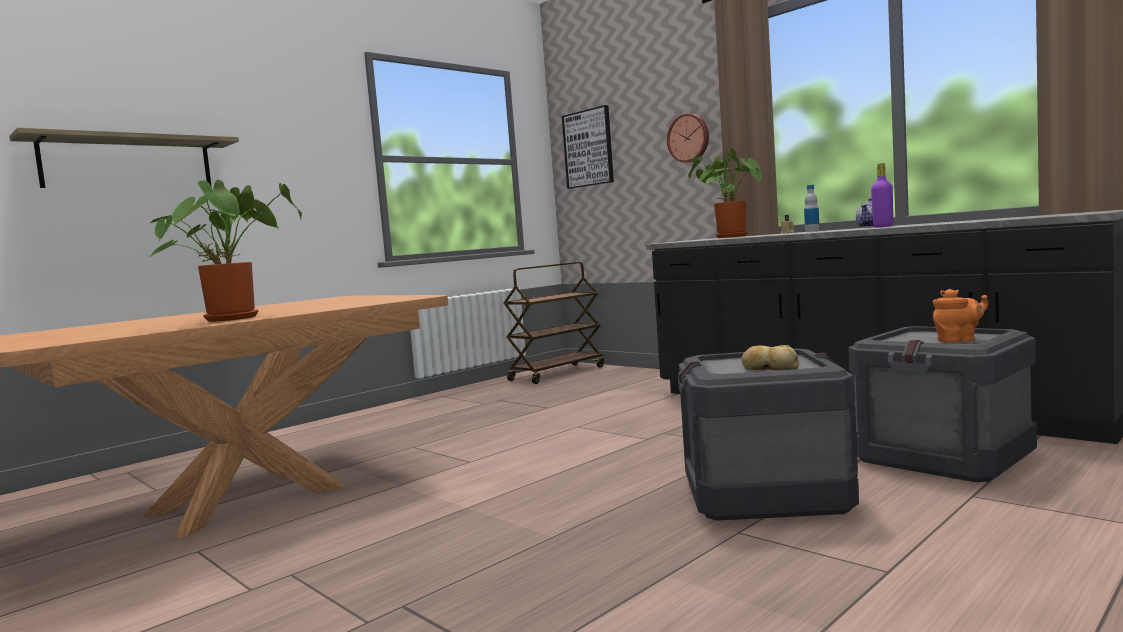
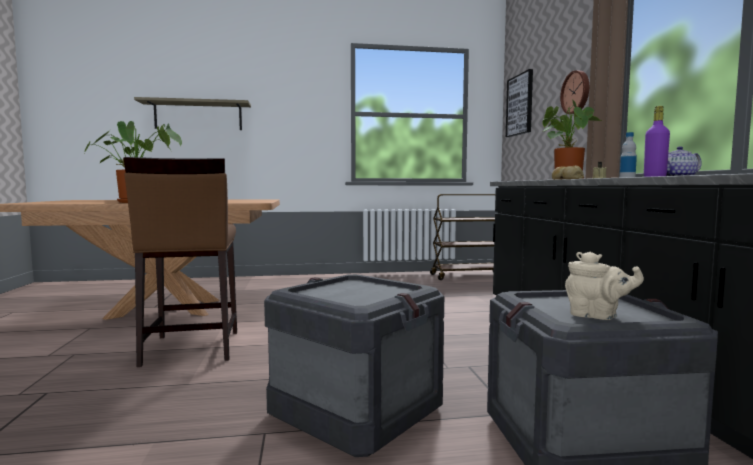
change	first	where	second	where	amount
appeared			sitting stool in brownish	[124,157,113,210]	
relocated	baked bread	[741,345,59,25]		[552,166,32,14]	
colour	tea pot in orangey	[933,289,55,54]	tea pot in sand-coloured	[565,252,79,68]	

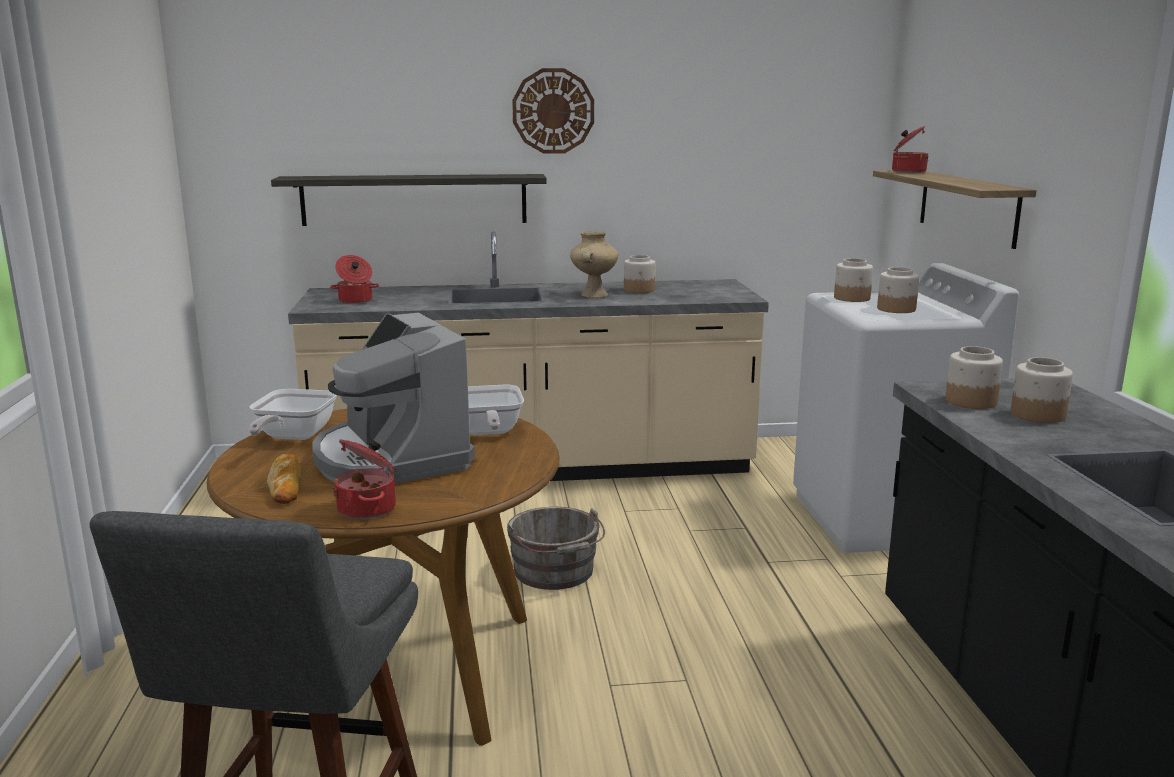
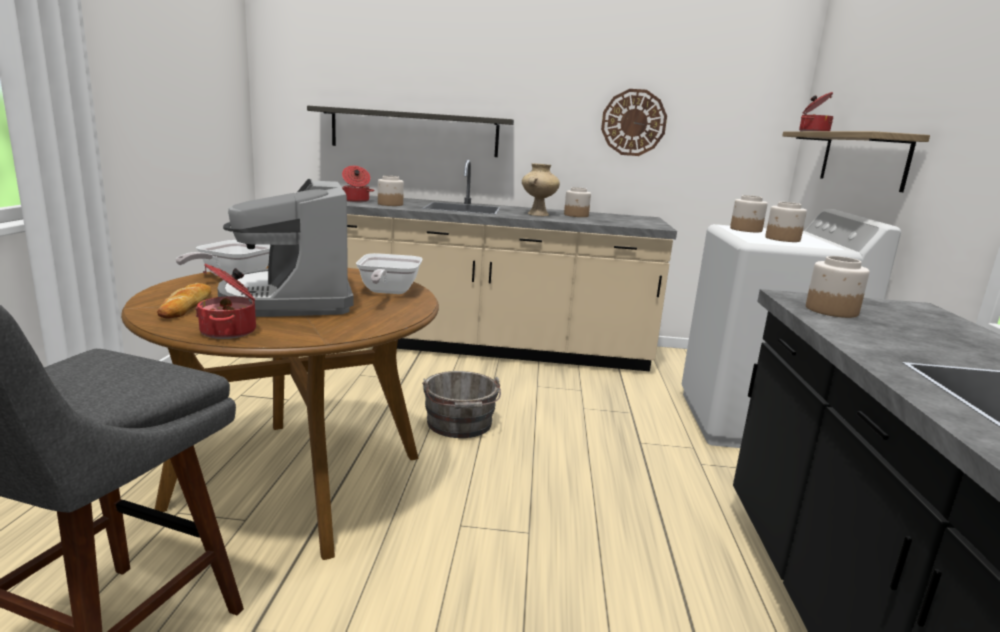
change	first	where	second	where	amount
relocated	wall clock	[512,68,82,86]		[601,89,66,67]	
relocated	jar	[1011,357,62,66]		[378,176,26,30]	

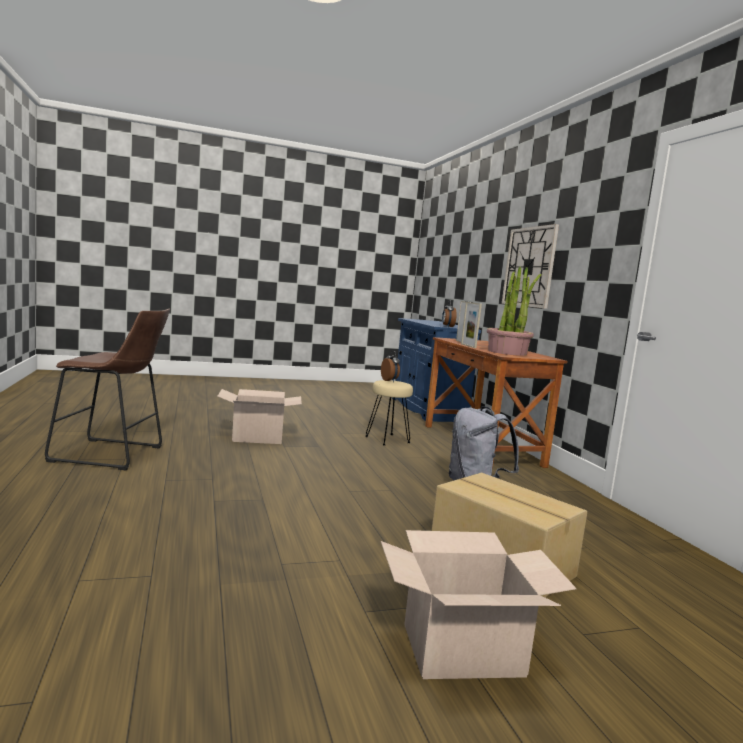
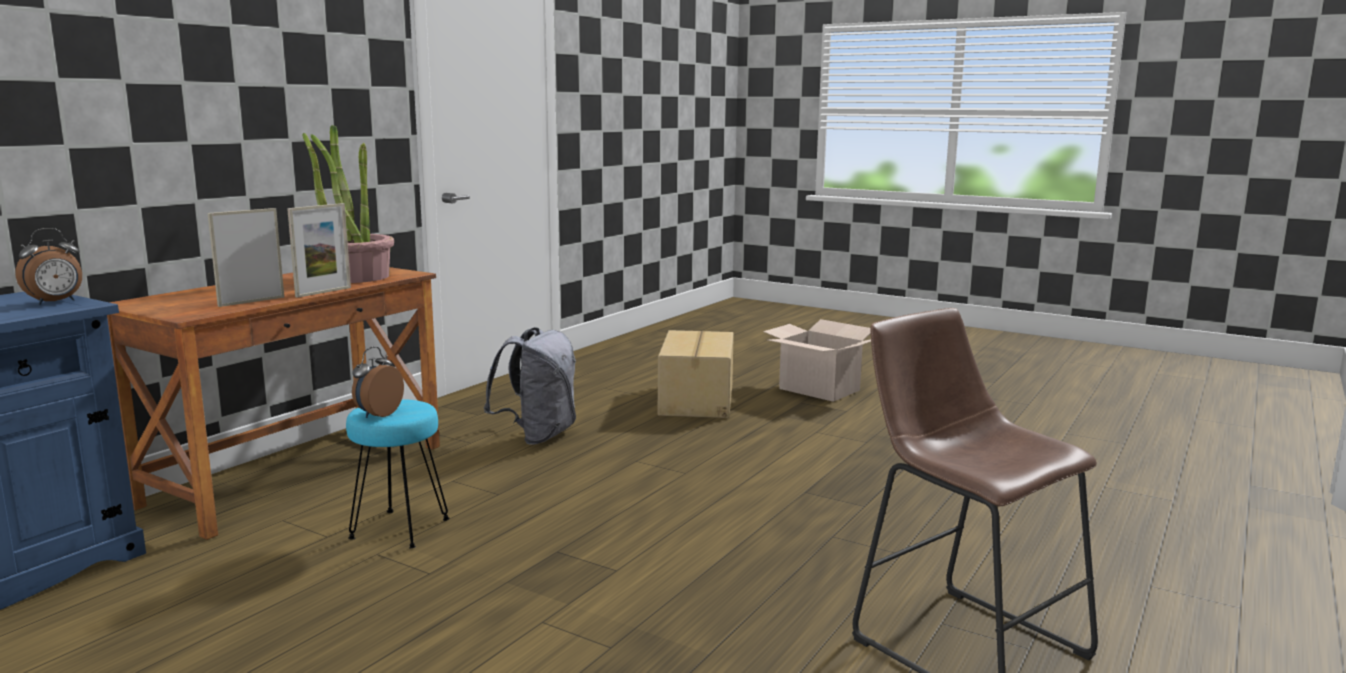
change	first	where	second	where	amount
missing	packing box	[218,389,84,55]			
missing	wall clock	[502,224,57,85]			
colour	sitting stool in sand-coloured	[365,380,48,66]	sitting stool in turquoise-coloured	[346,399,104,149]	

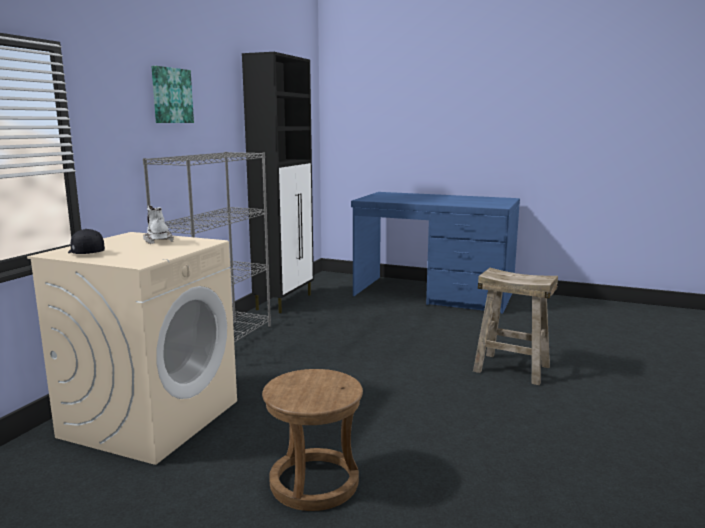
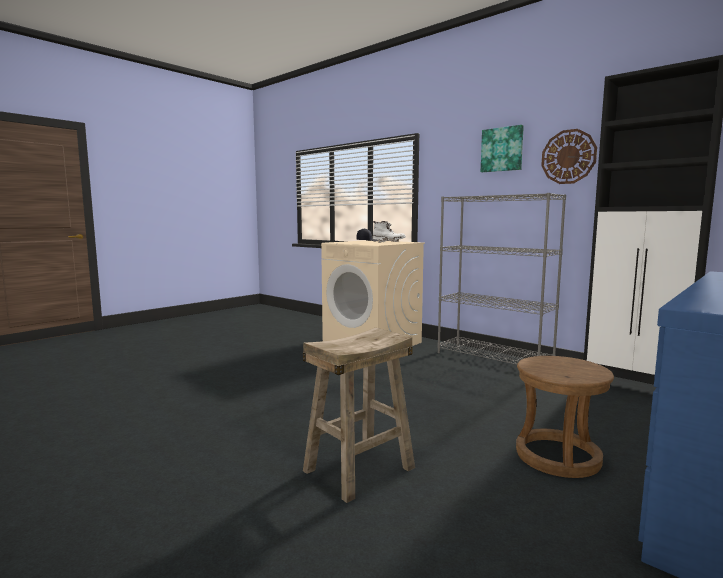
change	first	where	second	where	amount
appeared			wall clock	[541,129,56,55]	
relocated	sitting stool in brownish	[262,369,101,142]		[516,356,98,122]	

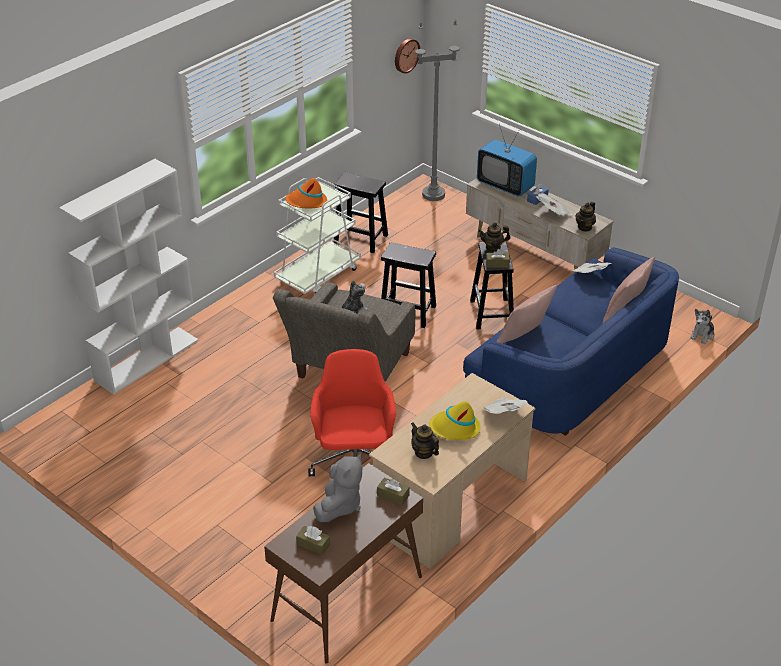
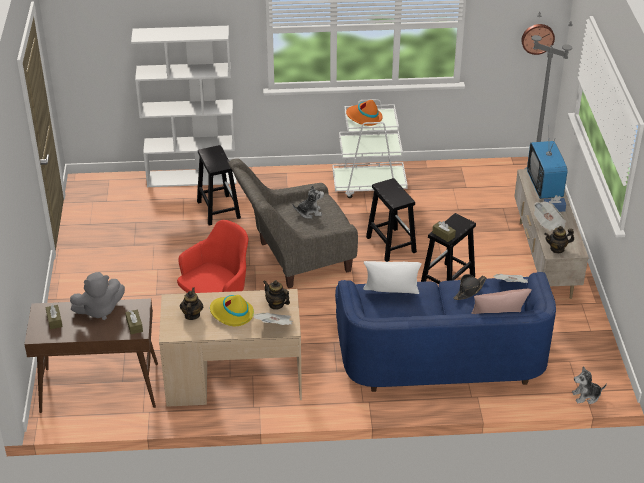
change	first	where	second	where	amount
appeared			clothing hat in black	[453,274,33,26]	
relocated	sitting stool in black	[334,172,54,81]		[197,145,44,80]	
relocated	tea pot	[478,222,32,30]		[263,280,27,30]	
colour	throw pillow in pink-coloured	[497,285,61,59]	throw pillow in white-coloured	[363,261,59,33]	

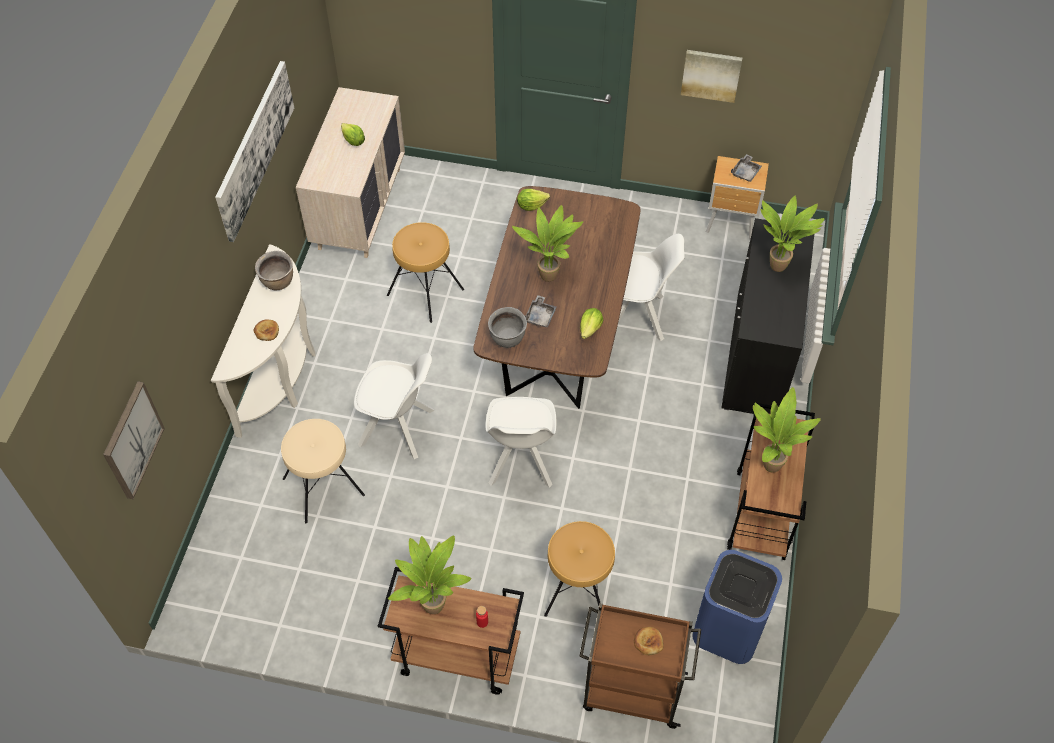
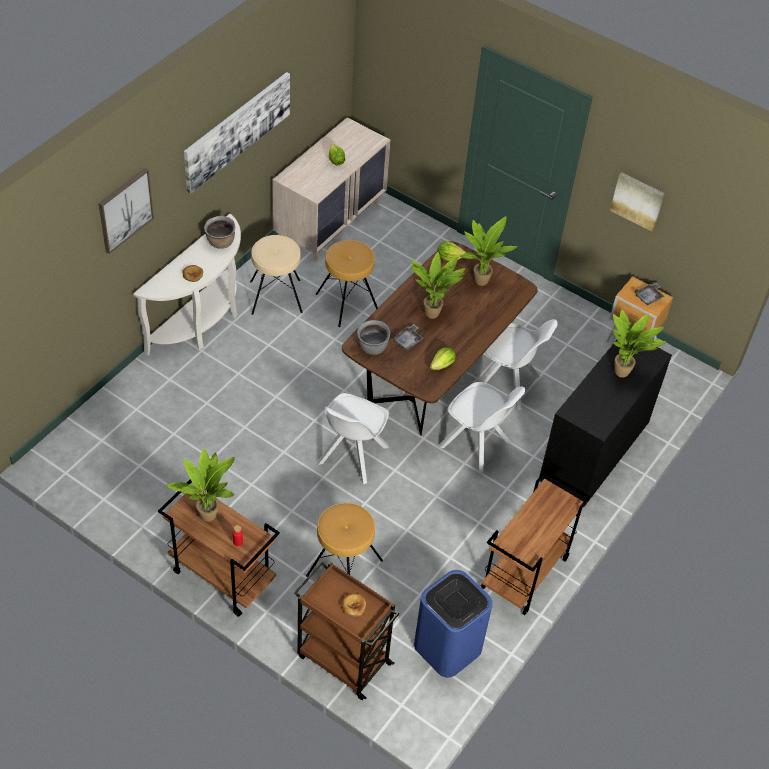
change	first	where	second	where	amount
relocated	wall art	[103,381,62,118]		[99,168,55,86]	
relocated	sitting stool in sand-coloured	[281,419,84,104]		[250,235,53,80]	
relocated	chair in white-coloured	[354,353,81,106]		[438,382,87,92]	
relocated	plant in a pot	[753,387,68,86]		[460,216,58,70]	

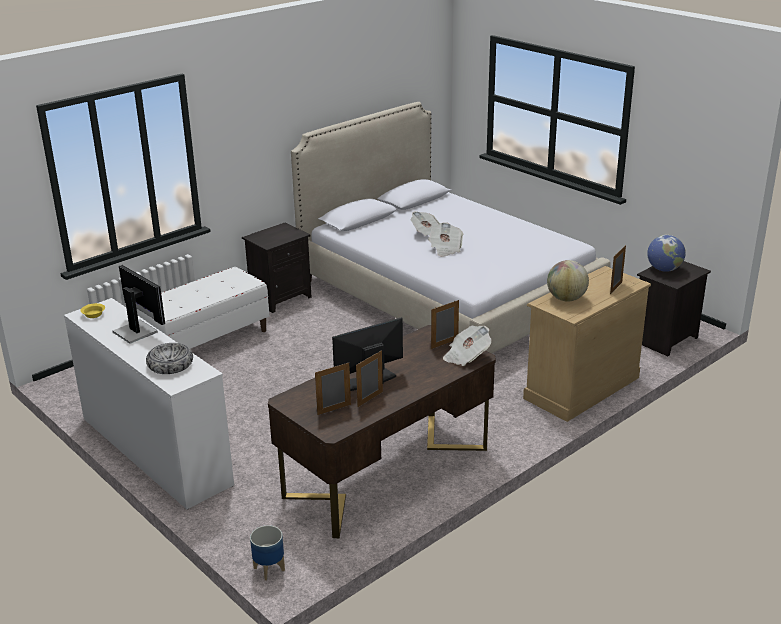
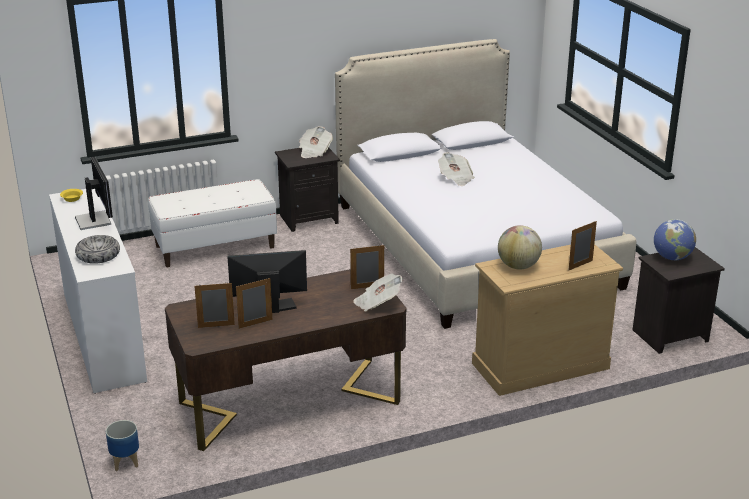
change	first	where	second	where	amount
relocated	newspaper	[428,222,35,35]		[299,126,34,32]	

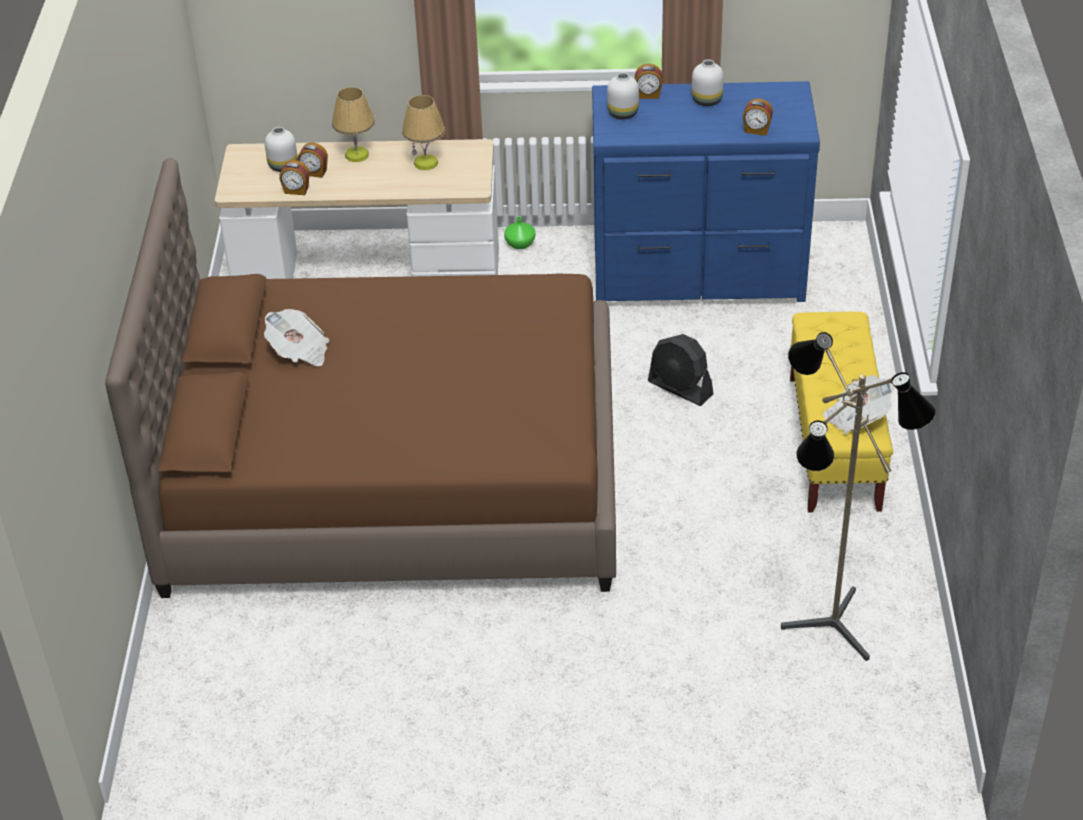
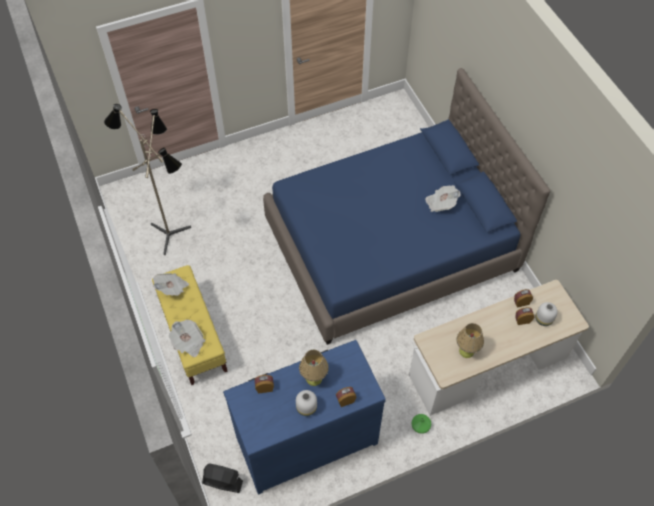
change	first	where	second	where	amount
missing	decorative vase in white-coloured	[607,72,32,47]			
appeared			newspaper	[169,320,36,37]	
relocated	tabletop lamp	[332,87,43,75]		[299,350,30,36]	
relocated	fan in black	[648,334,65,72]		[202,463,41,30]	
colour	sleeping bed in brownish	[105,158,511,440]	sleeping bed in bluish	[263,68,287,277]	

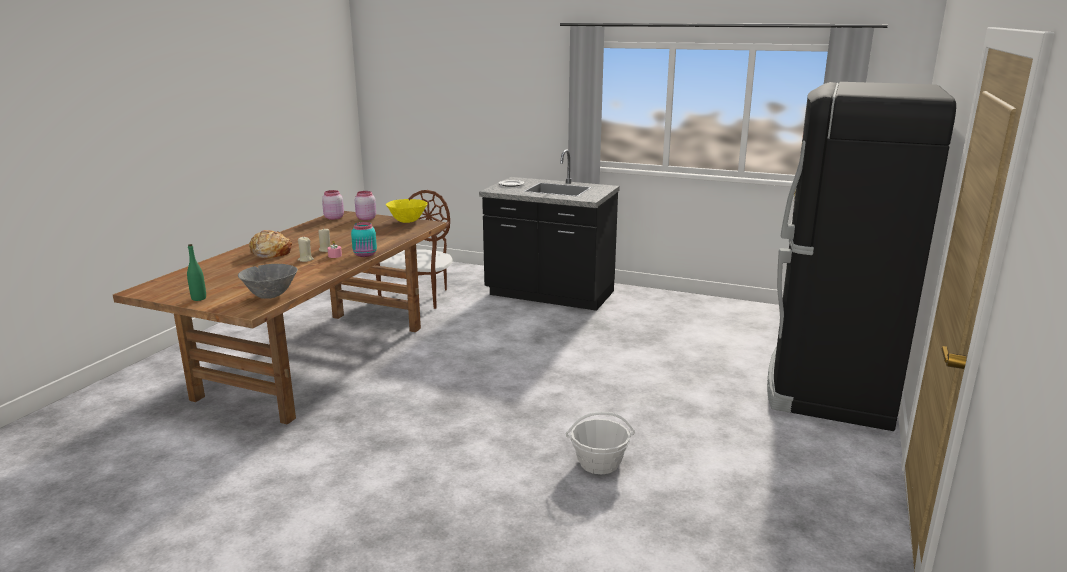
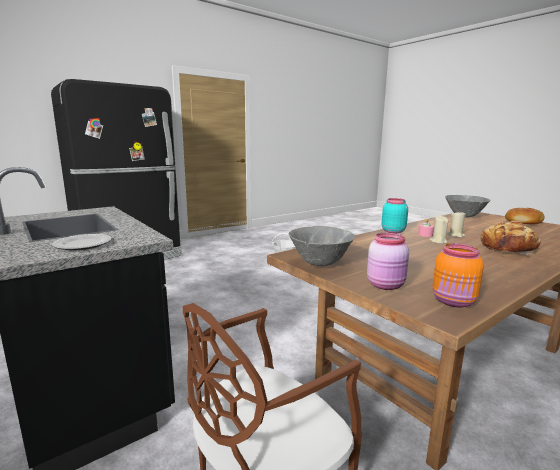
change	first	where	second	where	amount
exchanged	drink bottle in green-coloured	[187,244,19,57]	baked bread	[505,208,40,16]	
colour	jar in pink-coloured	[322,190,22,30]	jar in orangey	[432,243,52,64]	
colour	deep dish in yellow-coloured	[386,199,42,24]	deep dish in gray	[288,226,67,40]	

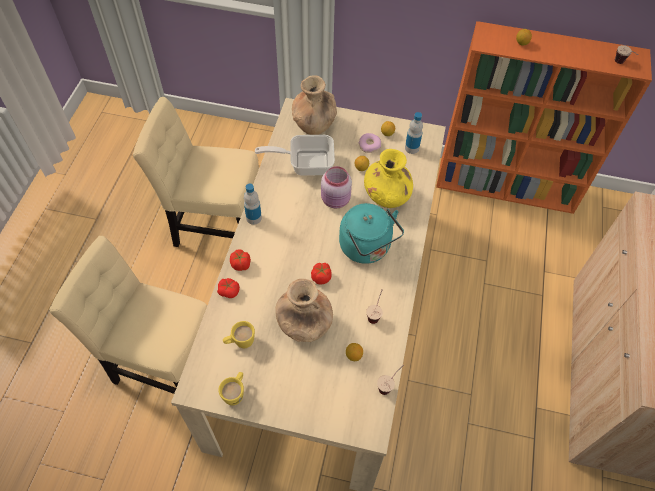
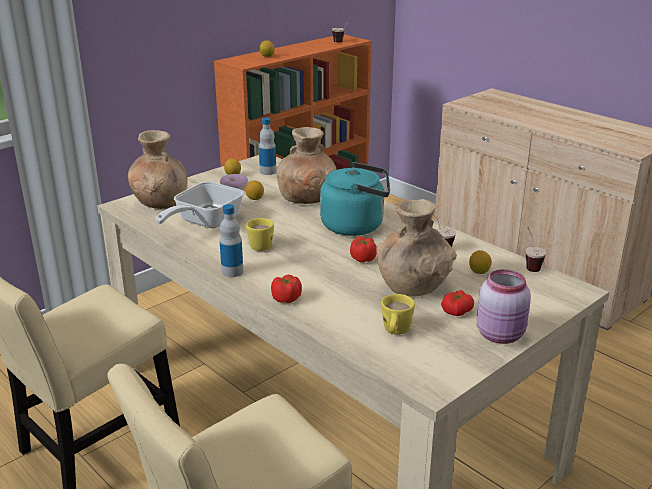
change	first	where	second	where	amount
relocated	fresh tomato	[217,278,23,20]		[441,290,33,26]	
relocated	coffee mug in yellow-coloured	[219,372,25,33]		[246,218,28,33]	
relocated	jar in pink-coloured	[321,166,31,43]		[477,269,54,75]	
colour	decorative vase in yellow-coloured	[364,149,49,59]	decorative vase in brownish	[276,127,61,77]	

